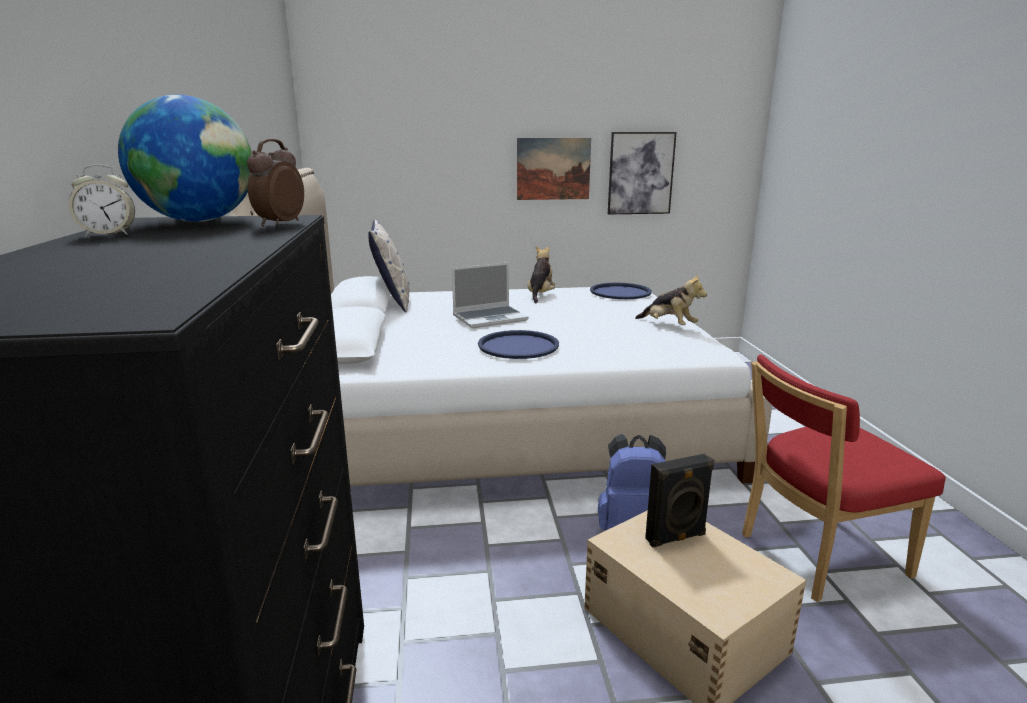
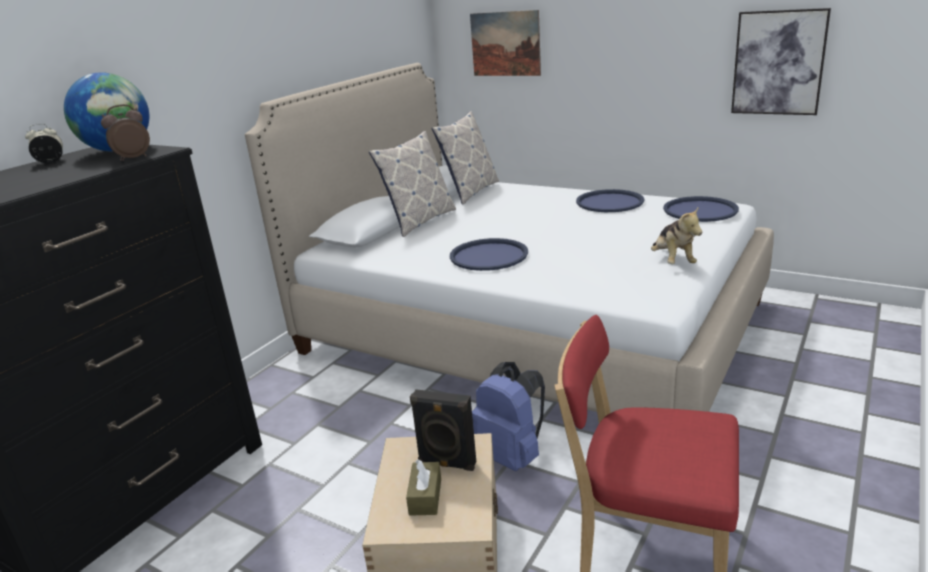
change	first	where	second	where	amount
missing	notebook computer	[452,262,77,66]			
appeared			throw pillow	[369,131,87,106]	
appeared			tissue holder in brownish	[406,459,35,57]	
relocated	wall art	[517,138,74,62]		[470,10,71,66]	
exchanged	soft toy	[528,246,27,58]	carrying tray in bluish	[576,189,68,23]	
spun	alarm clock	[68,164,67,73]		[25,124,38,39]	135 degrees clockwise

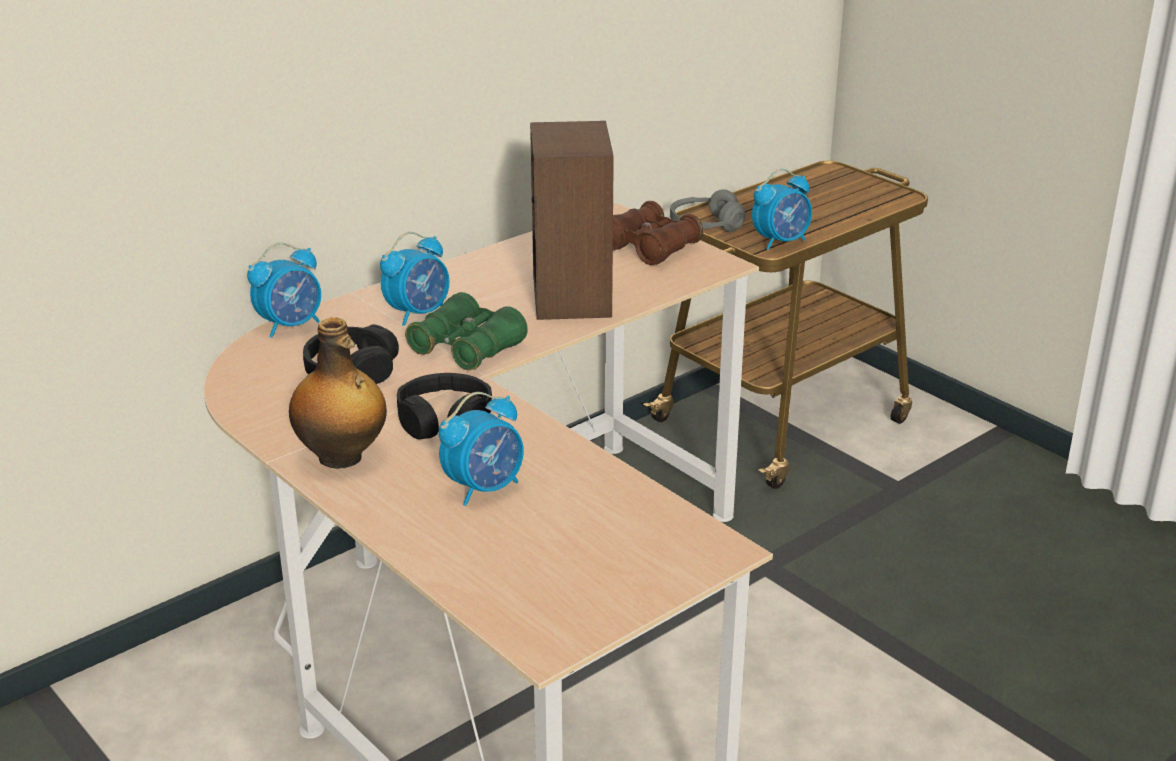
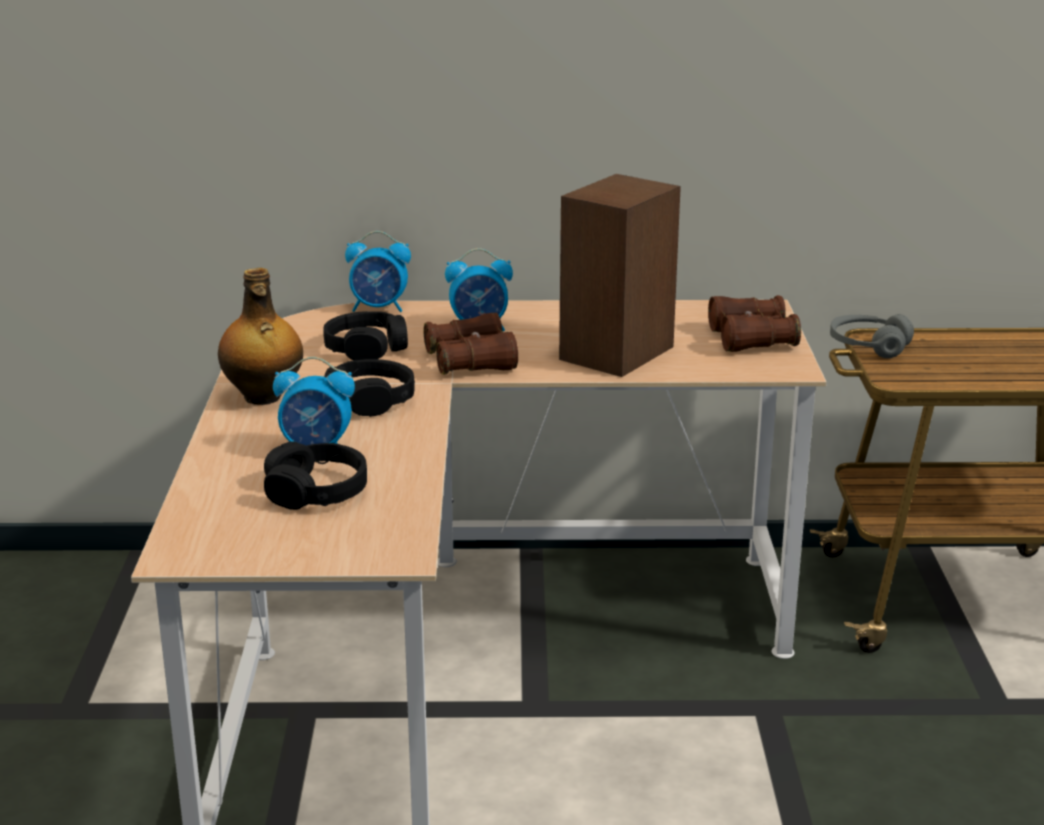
change	first	where	second	where	amount
missing	alarm clock	[752,169,60,81]			
appeared			headphones in black	[264,441,103,69]	
colour	pair of binoculars in green-coloured	[405,292,123,78]	pair of binoculars in brownish	[424,313,94,62]	

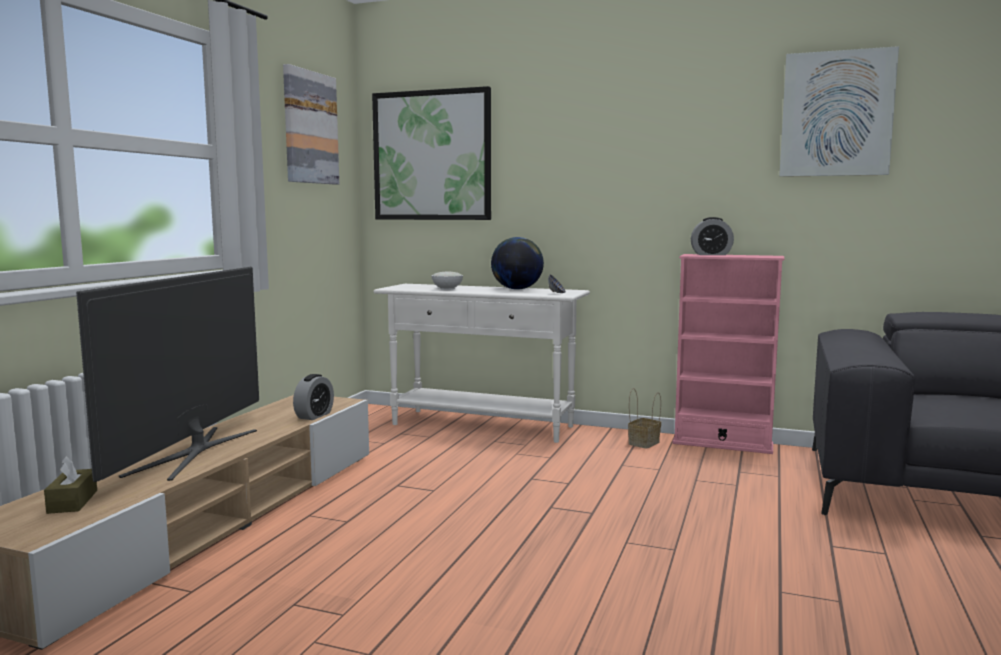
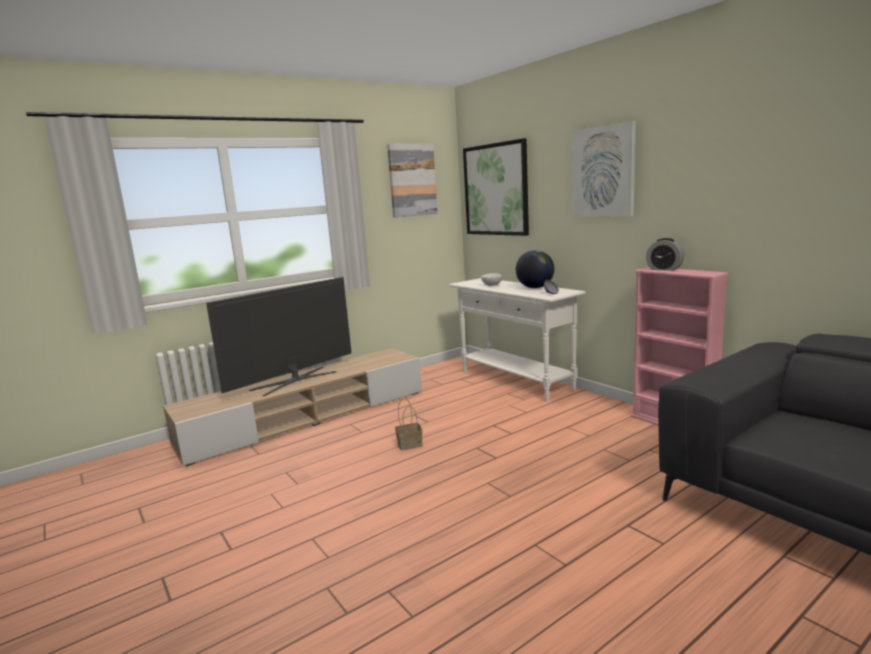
change	first	where	second	where	amount
missing	tissue holder in brownish	[44,456,53,58]			
missing	alarm clock	[293,374,41,46]			
relocated	storage basket	[628,388,33,61]		[395,398,27,52]	
relocated	wall art	[779,46,120,131]		[571,121,65,96]	

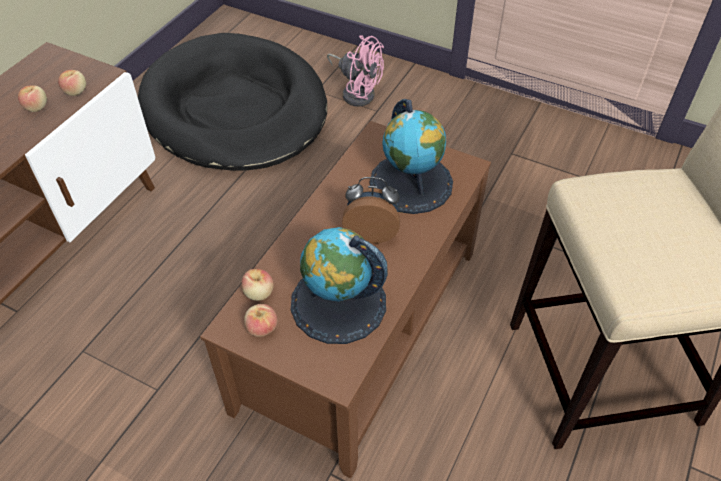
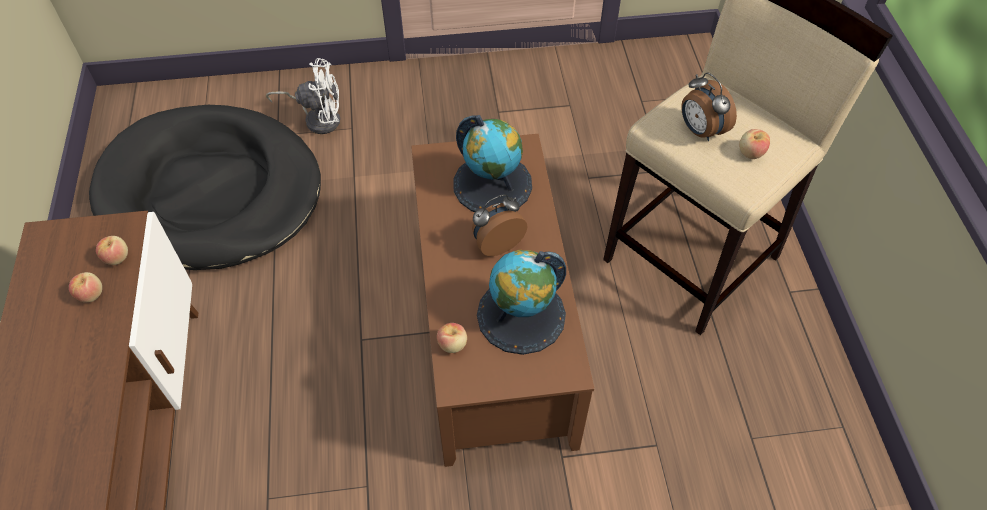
change	first	where	second	where	amount
appeared			alarm clock	[681,72,56,69]	
relocated	whole apple	[244,304,34,33]		[739,129,31,30]	
colour	fan in pink-coloured	[327,35,57,72]	fan in white-coloured	[266,58,74,76]	

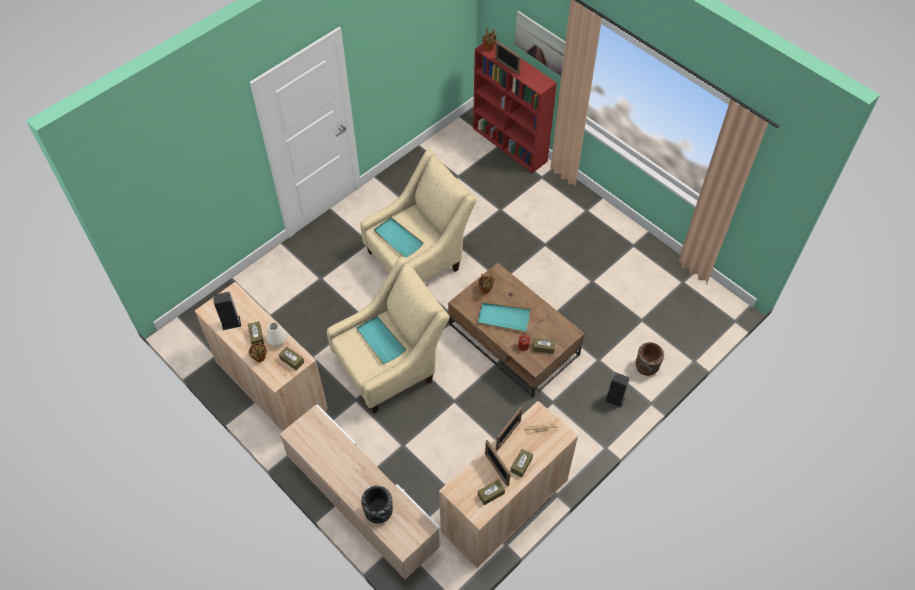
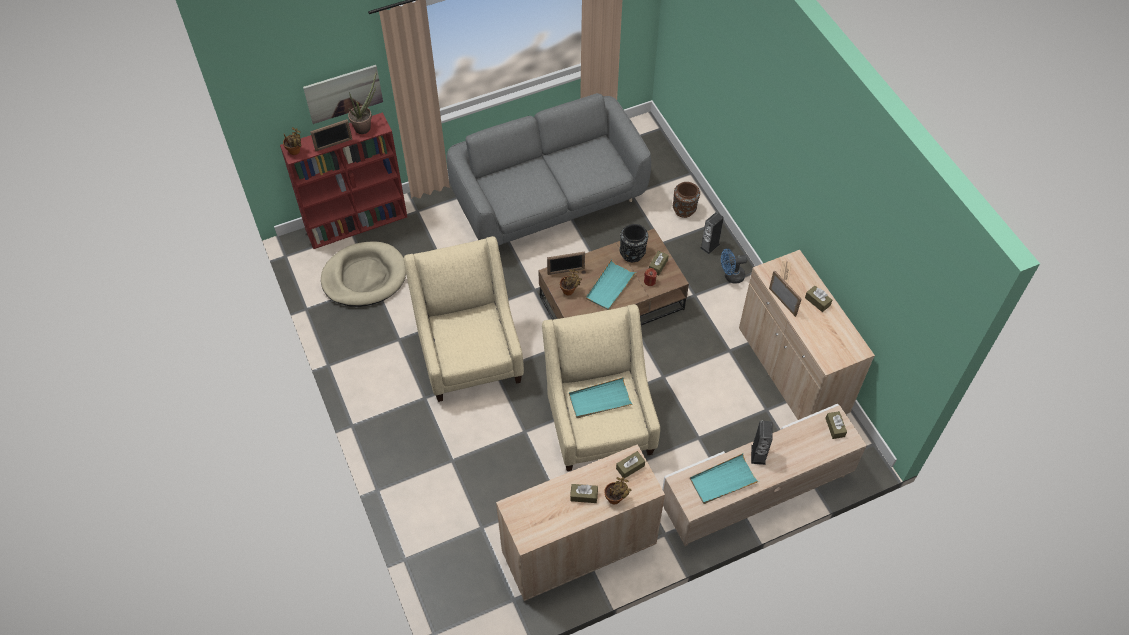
change	first	where	second	where	amount
missing	decorative vase in white-coloured	[266,322,21,25]			
appeared			dog bed in sand-coloured	[321,241,85,66]	
appeared			plant in a pot	[348,71,29,63]	
appeared			settee in gray	[447,93,204,153]	
appeared			fan in bluish	[721,248,26,36]	
relocated	speaker	[213,292,28,38]		[751,421,22,44]	
relocated	decorative vase in black	[361,486,32,38]		[620,224,28,38]	
relocated	carrying tray in turquoise-coloured	[374,217,50,40]		[690,453,69,51]	
relocated	tissue holder in brownish	[478,480,27,25]		[825,411,22,28]	
relocated	picture frame	[485,440,26,46]		[547,252,38,23]	

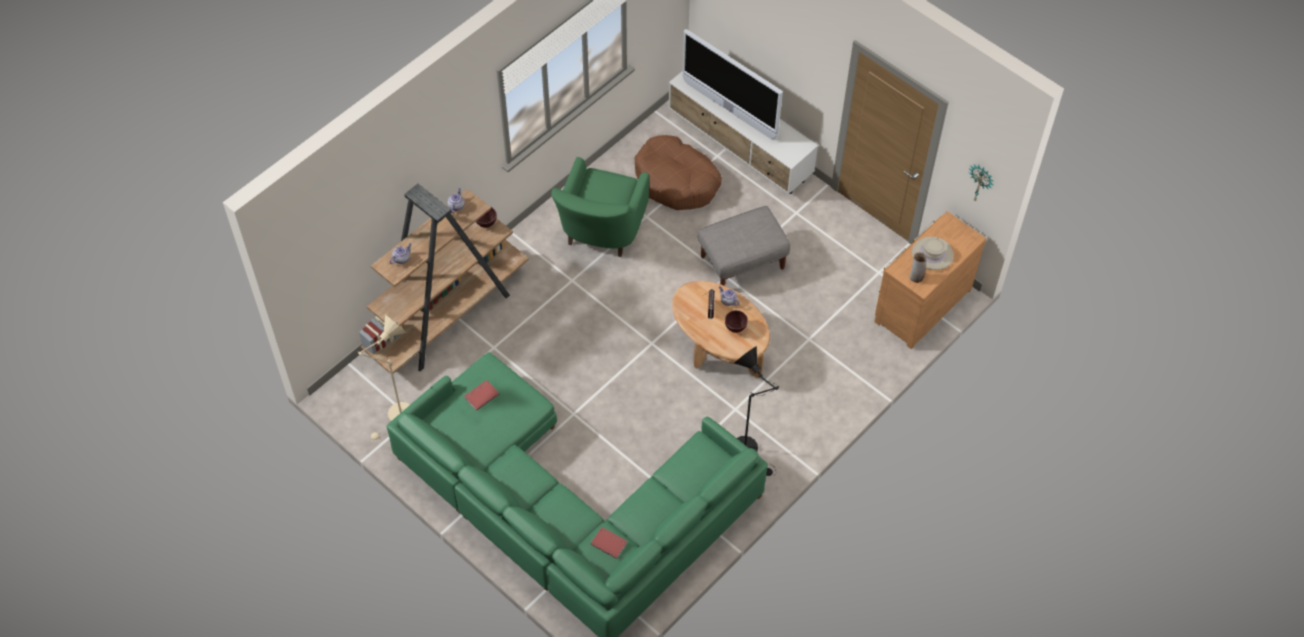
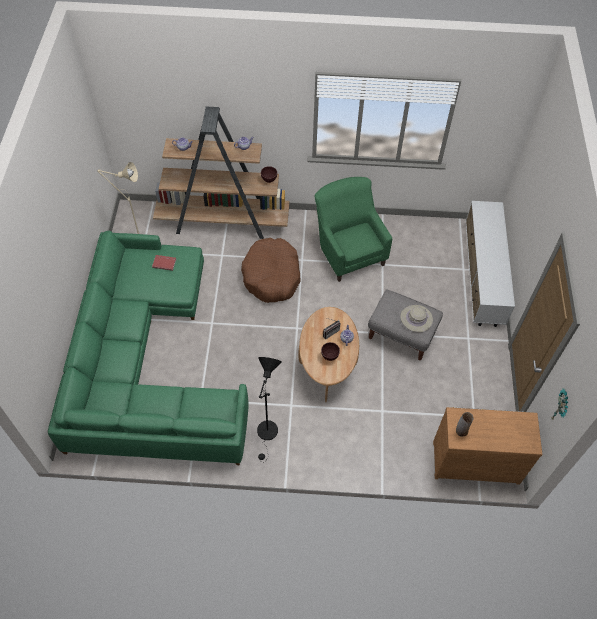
change	first	where	second	where	amount
missing	bound book in red-coloured	[591,527,37,32]			
missing	TV	[682,29,101,110]			
relocated	dog bed in brownish	[634,135,88,75]		[241,238,60,65]	
relocated	clothing hat in sand-coloured	[912,237,42,33]		[400,305,33,27]	
spun	easy chair in green-coloured	[551,157,98,100]		[315,177,77,105]	90 degrees clockwise

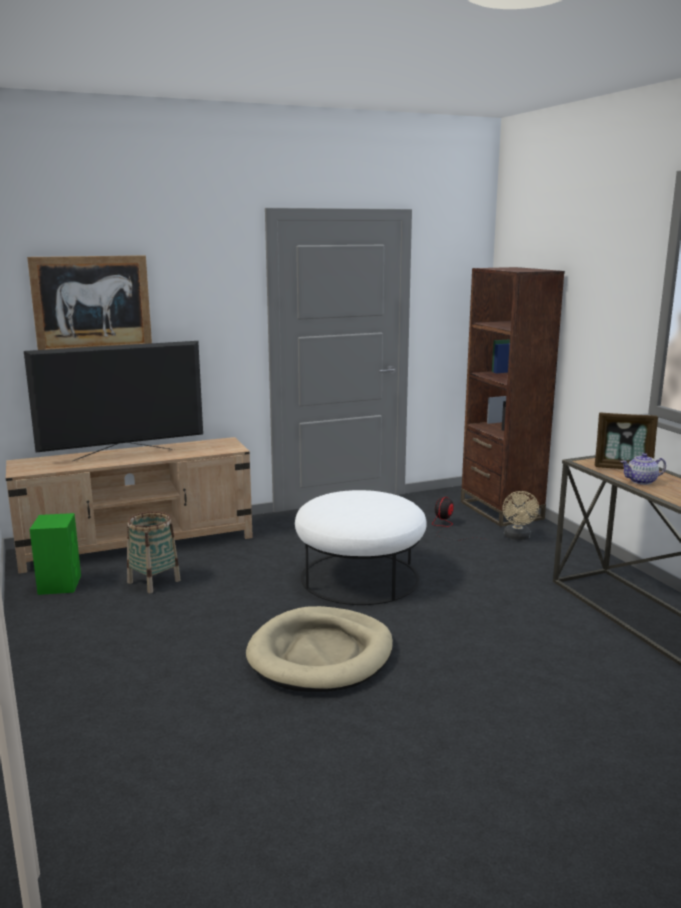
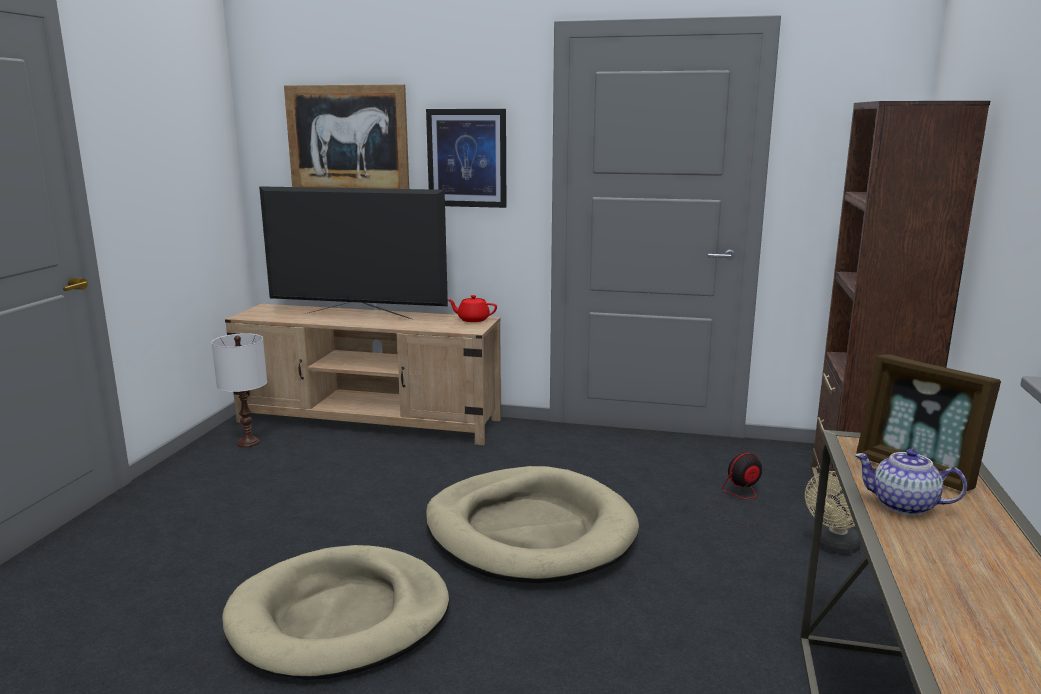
change	first	where	second	where	amount
missing	storage basket	[127,511,54,82]			
appeared			wall art	[426,109,80,99]	
appeared			tea pot in red-coloured	[448,295,49,27]	
exchanged	speaker in green-coloured	[30,513,51,82]	tabletop lamp in white-coloured	[212,333,55,115]	
exchanged	footrest in white-coloured	[295,490,132,115]	dog bed in sand-coloured	[426,466,213,117]	

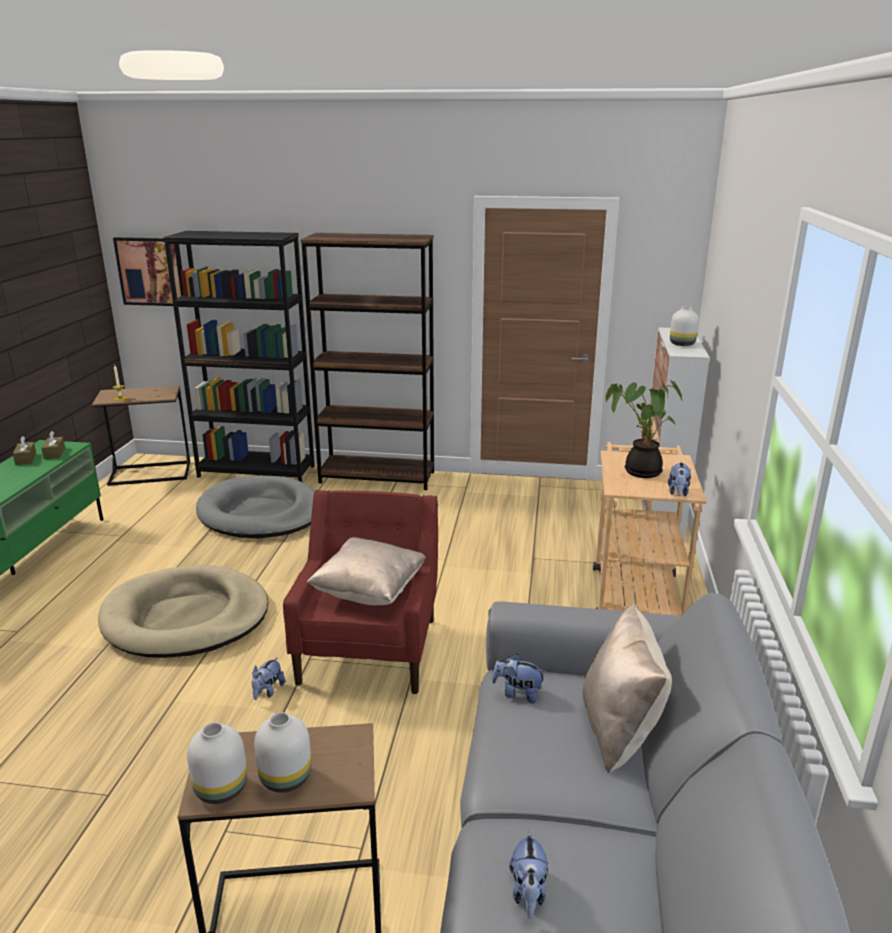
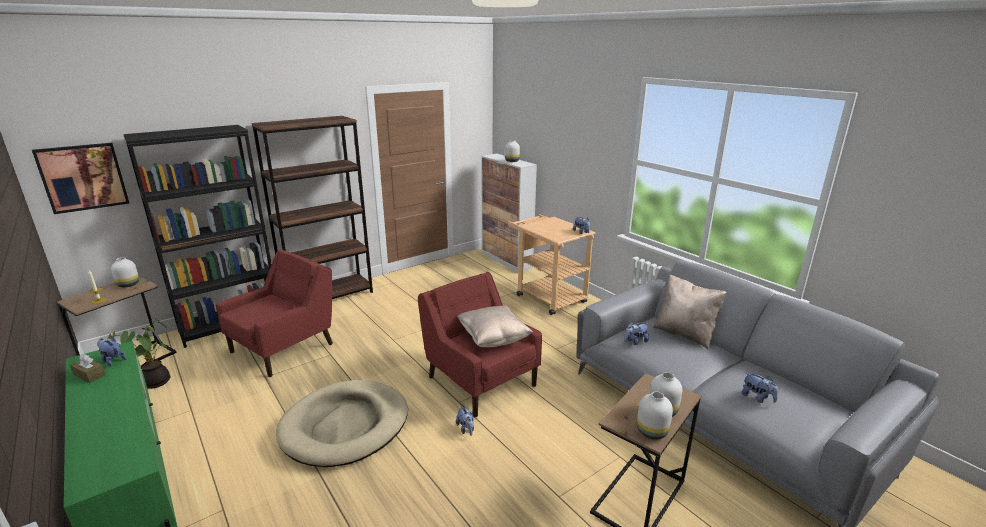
change	first	where	second	where	amount
appeared			decorative vase in white-coloured	[111,257,28,30]	
relocated	plant in a pot	[605,380,77,98]		[108,319,63,70]	
exchanged	tissue holder in brownish	[41,431,24,28]	soft toy	[97,337,29,29]	
exchanged	dog bed in gray	[196,476,119,62]	easy chair in red-coloured	[216,250,117,127]	

